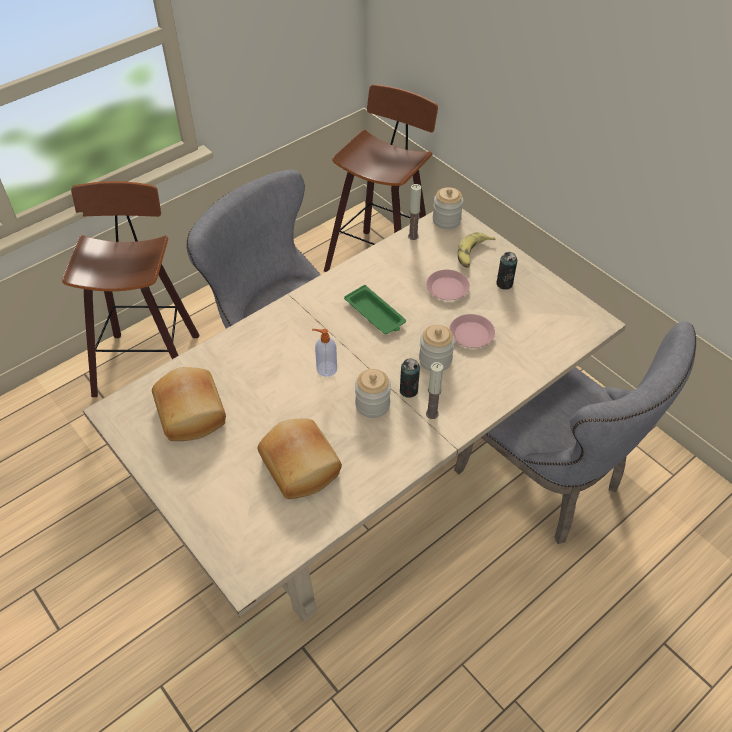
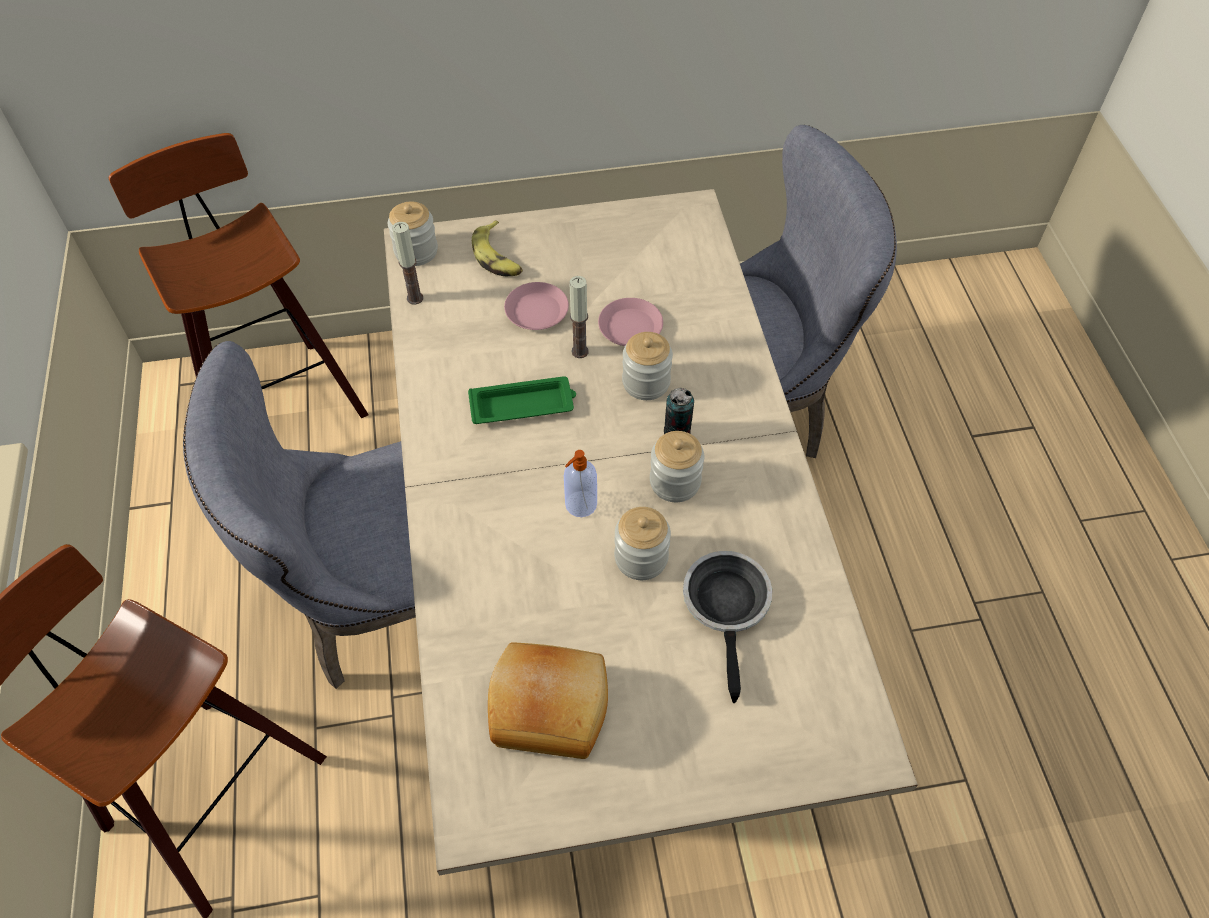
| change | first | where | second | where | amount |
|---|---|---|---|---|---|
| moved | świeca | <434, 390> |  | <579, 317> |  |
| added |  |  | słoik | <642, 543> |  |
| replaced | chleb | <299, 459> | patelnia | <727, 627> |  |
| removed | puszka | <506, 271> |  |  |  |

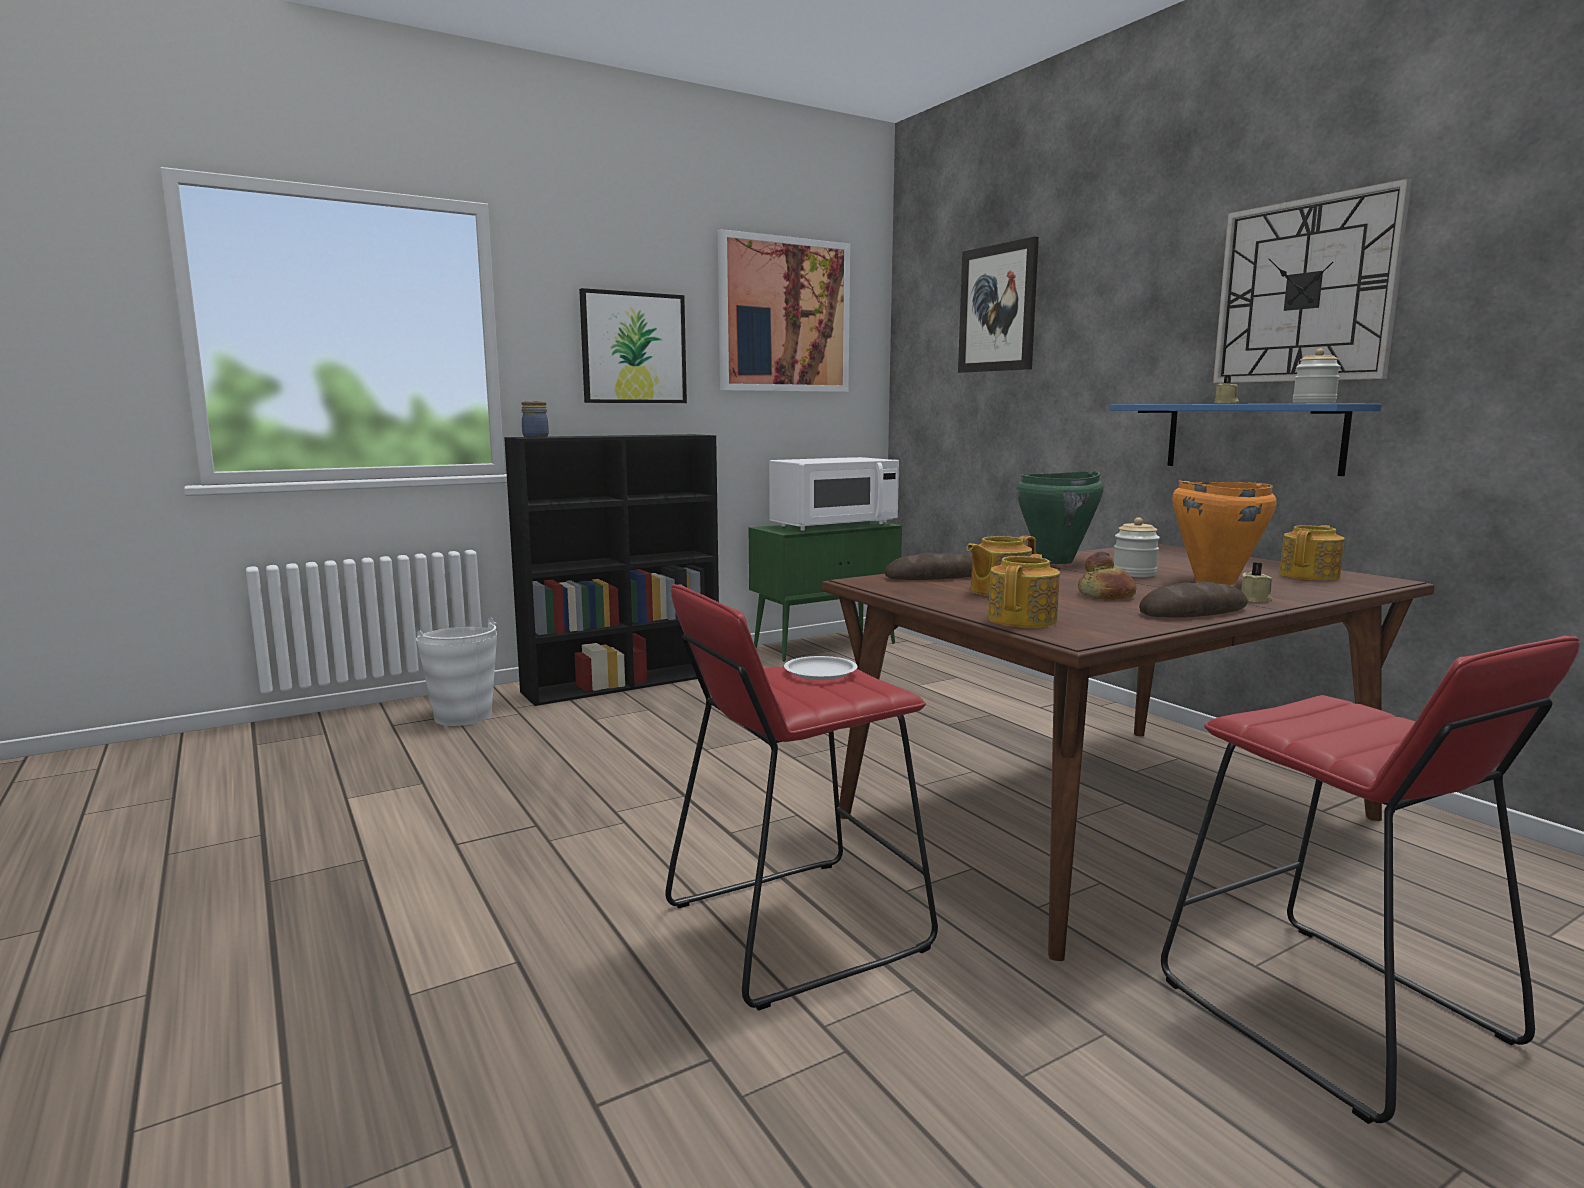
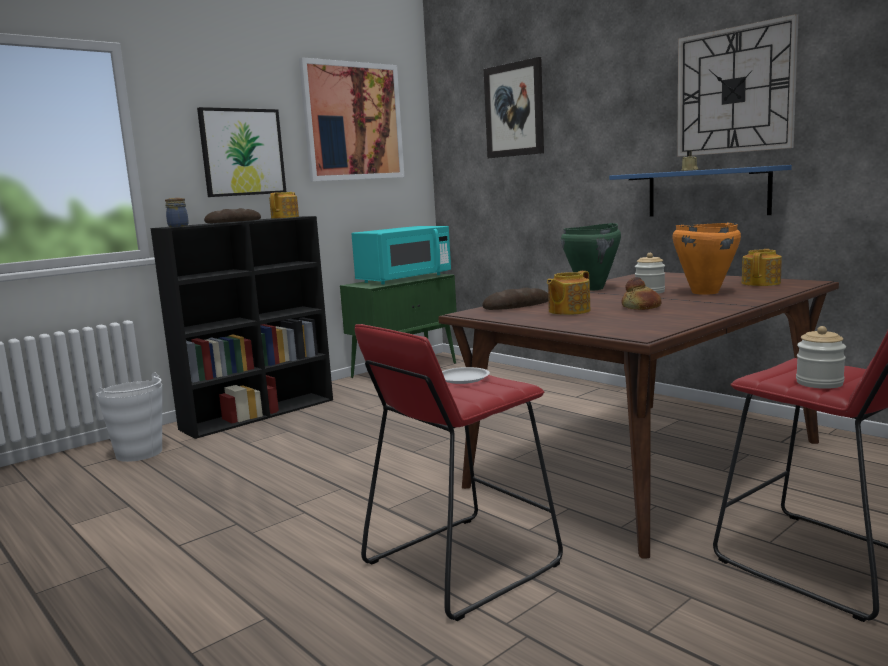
| change | first | where | second | where | amount |
|---|---|---|---|---|---|
| moved | chleb | <1193, 600> |  | <232, 215> |  |
| moved | imbryk | <1024, 591> |  | <284, 205> |  |
| recoloured | mikrofalówka [biały] | <834, 494> | mikrofalówka [turkusowy] | <401, 255> |  |
| moved | słoik | <1317, 376> |  | <821, 357> |  |
| removed | świeca [beżowy] | <1257, 582> |  |  |  |

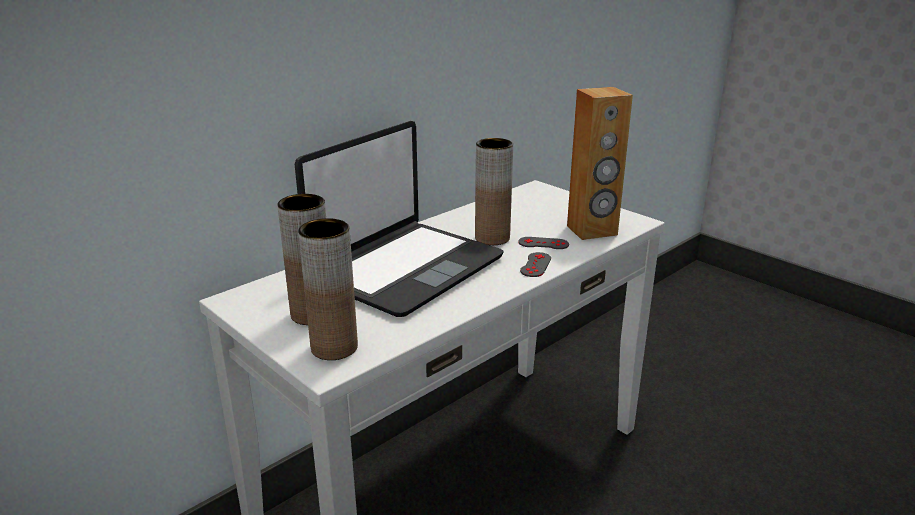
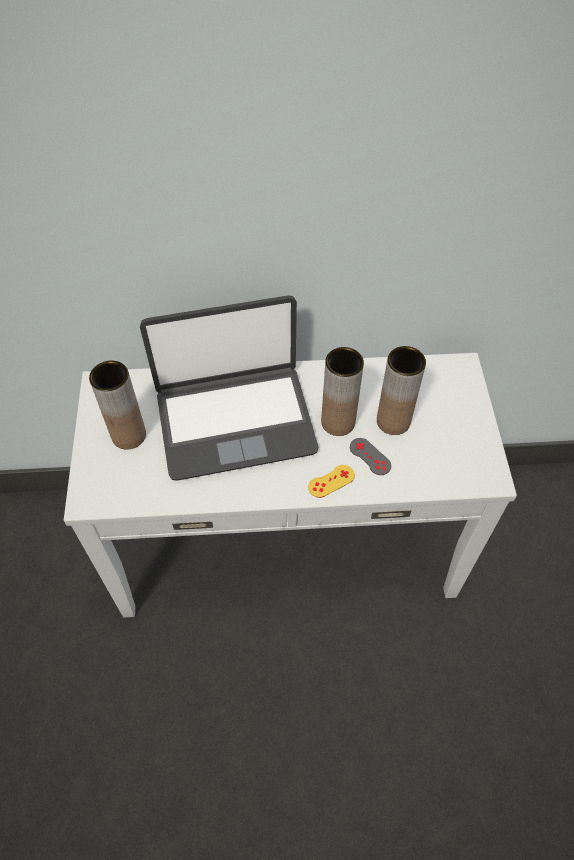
| change | first | where | second | where | amount |
|---|---|---|---|---|---|
| recoloured | pad do gier [szary] | <535, 264> | pad do gier [żółty] | <331, 481> |  |
| moved | wazon [brązowy] | <328, 289> |  | <401, 390> |  |
| removed | głośnik [brązowy] | <600, 163> |  |  |  |

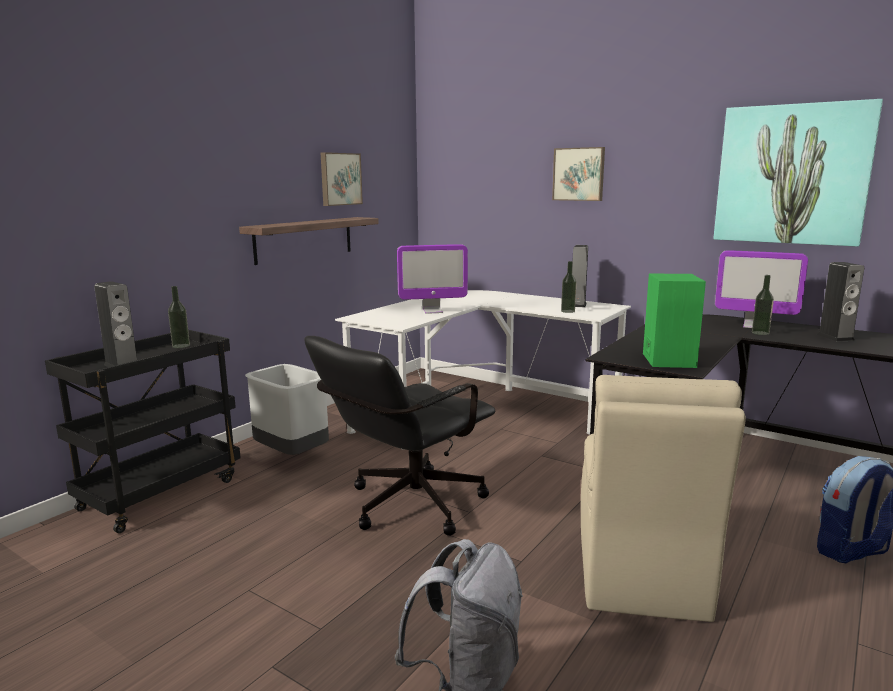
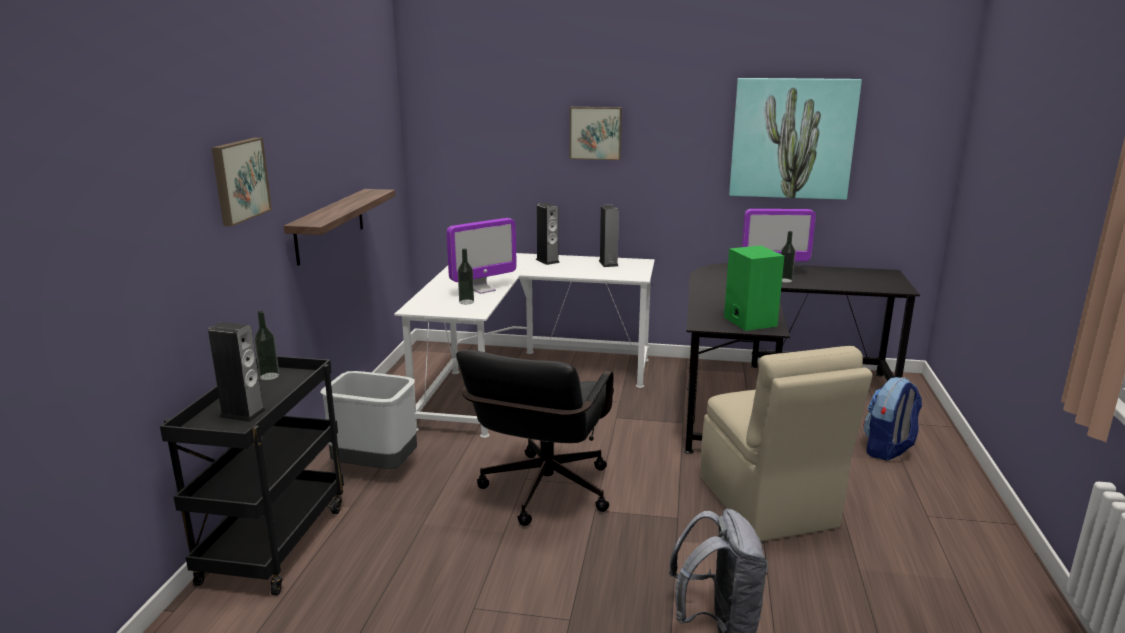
| change | first | where | second | where | amount |
|---|---|---|---|---|---|
| moved | obraz | <342, 179> |  | <242, 182> |  |
| moved | butelka | <568, 287> |  | <466, 276> |  |
| moved | głośnik | <840, 302> |  | <548, 234> |  |

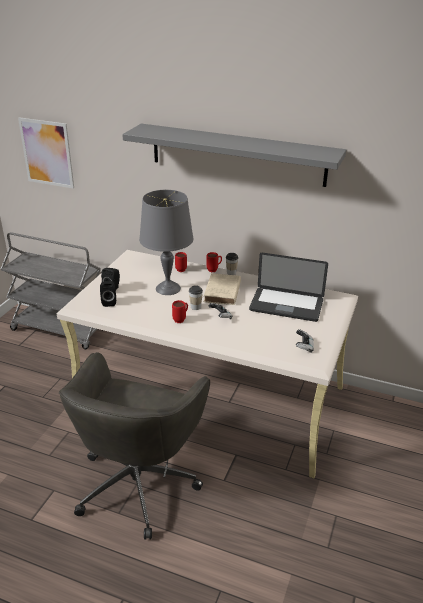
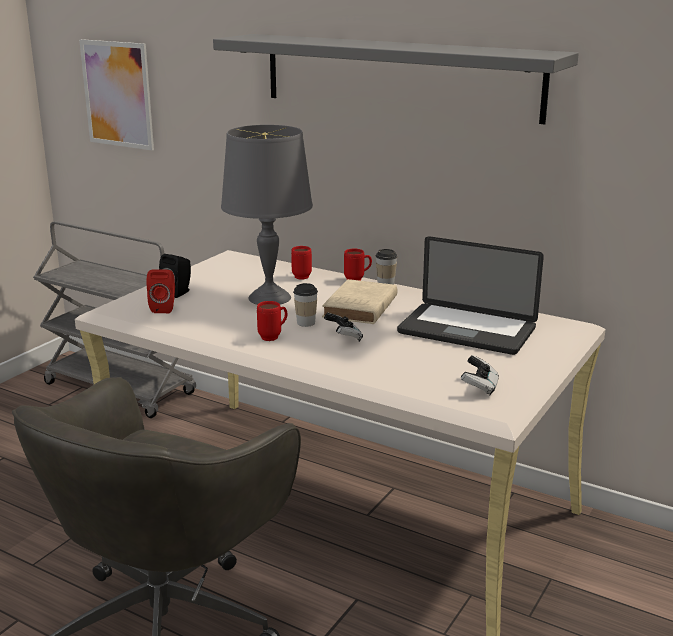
| change | first | where | second | where | amount |
|---|---|---|---|---|---|
| recoloured | głośnik [czarny] | <108, 294> | głośnik [czerwony] | <161, 291> |  |

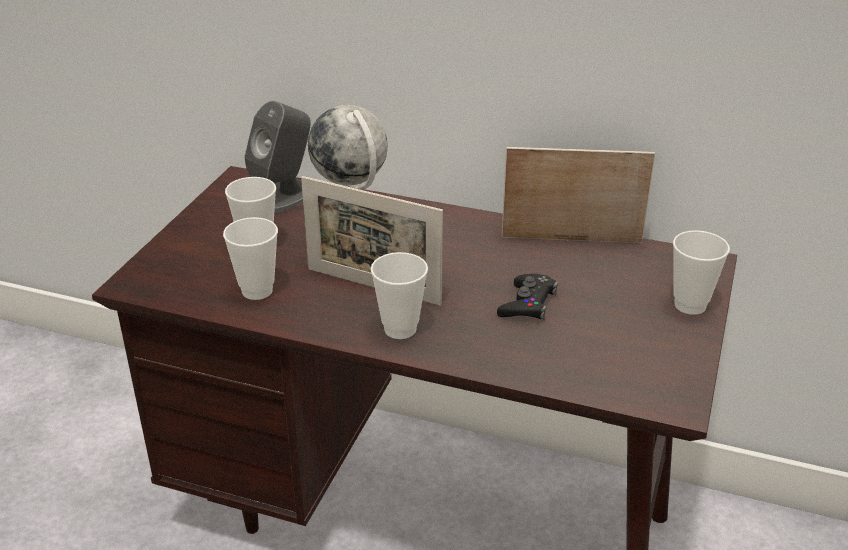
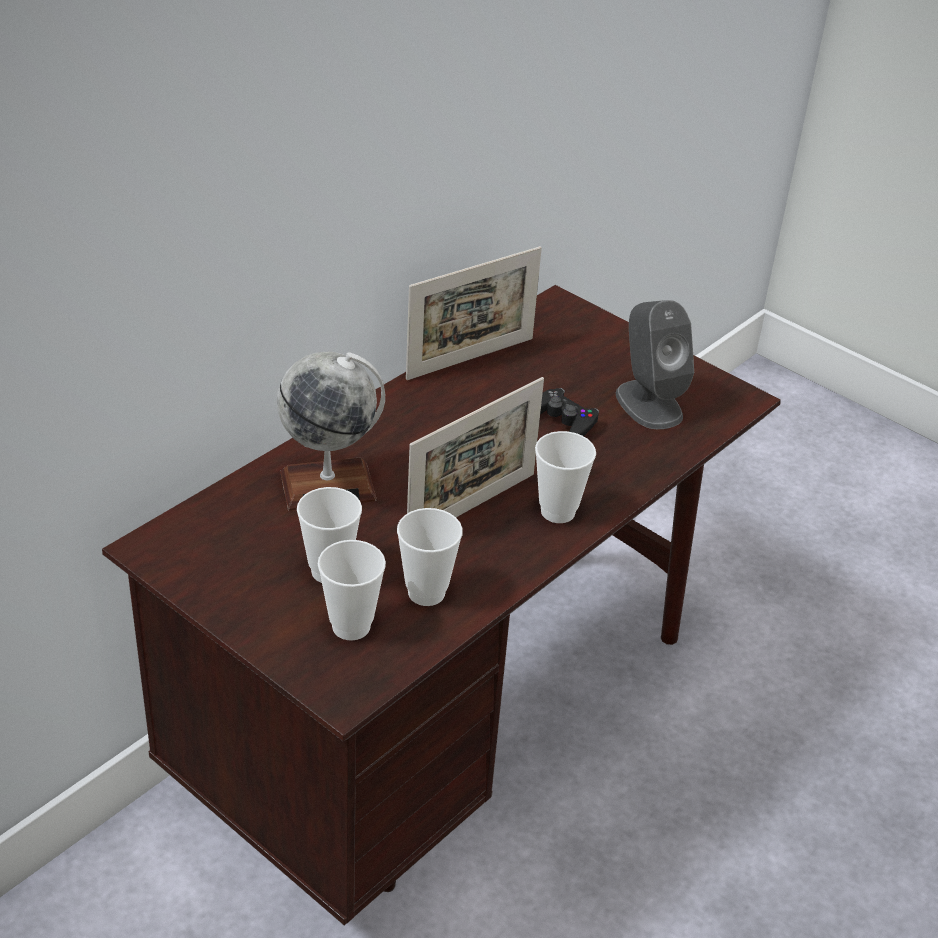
| change | first | where | second | where | amount |
|---|---|---|---|---|---|
| moved | filiżanka | <701, 272> |  | <352, 590> |  |
| turned | ramka na zdjęcie | <578, 195> |  | <474, 313> | 150 degrees counterclockwise |
| moved | głośnik [szary] | <277, 157> |  | <654, 364> |  |

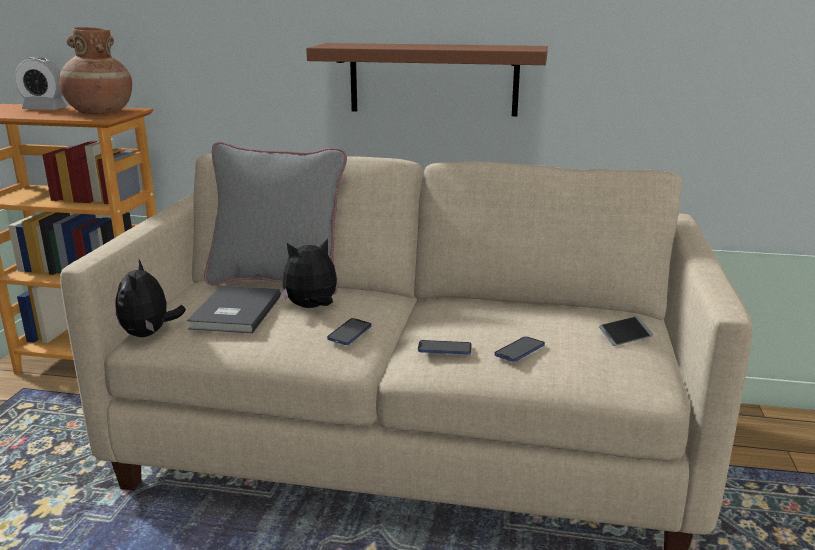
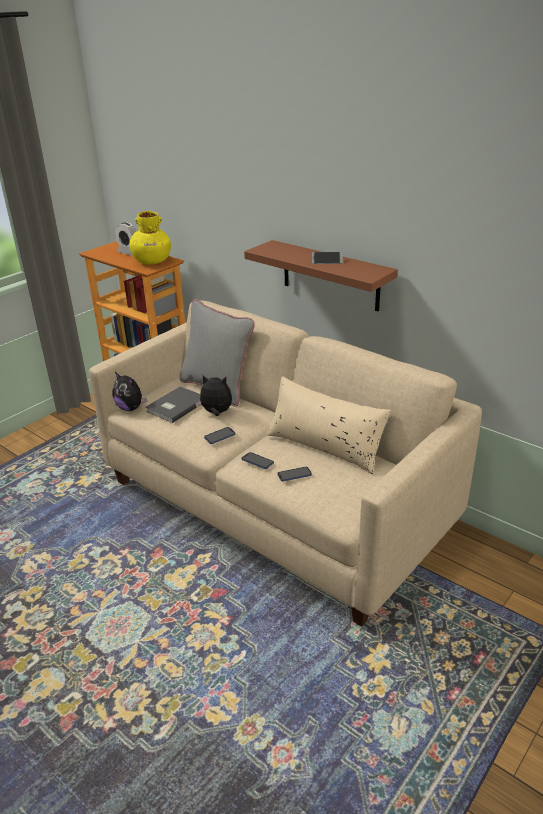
| change | first | where | second | where | amount |
|---|---|---|---|---|---|
| turned | pluszak | <151, 298> |  | <130, 391> | 75 degrees counterclockwise |
| recoloured | wazon [brązowy] | <95, 70> | wazon [żółty] | <150, 238> |  |
| added |  |  | poduszka [beżowy] | <328, 425> |  |
| moved | telefon | <626, 331> |  | <327, 258> |  |

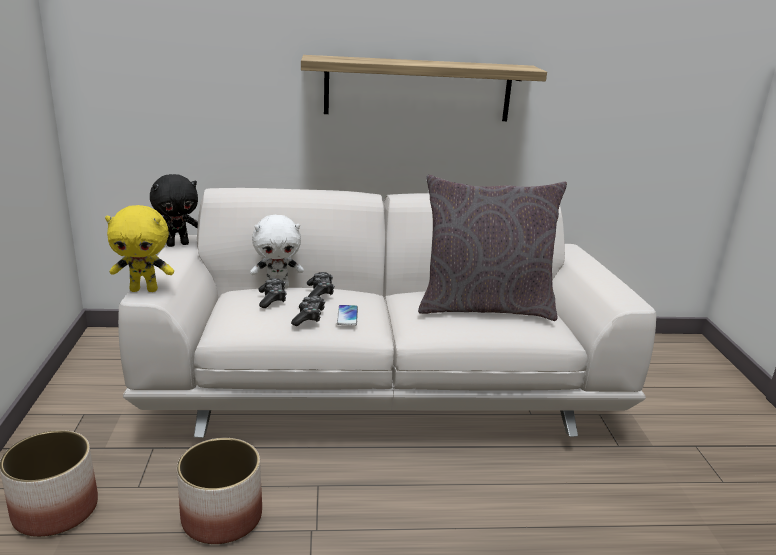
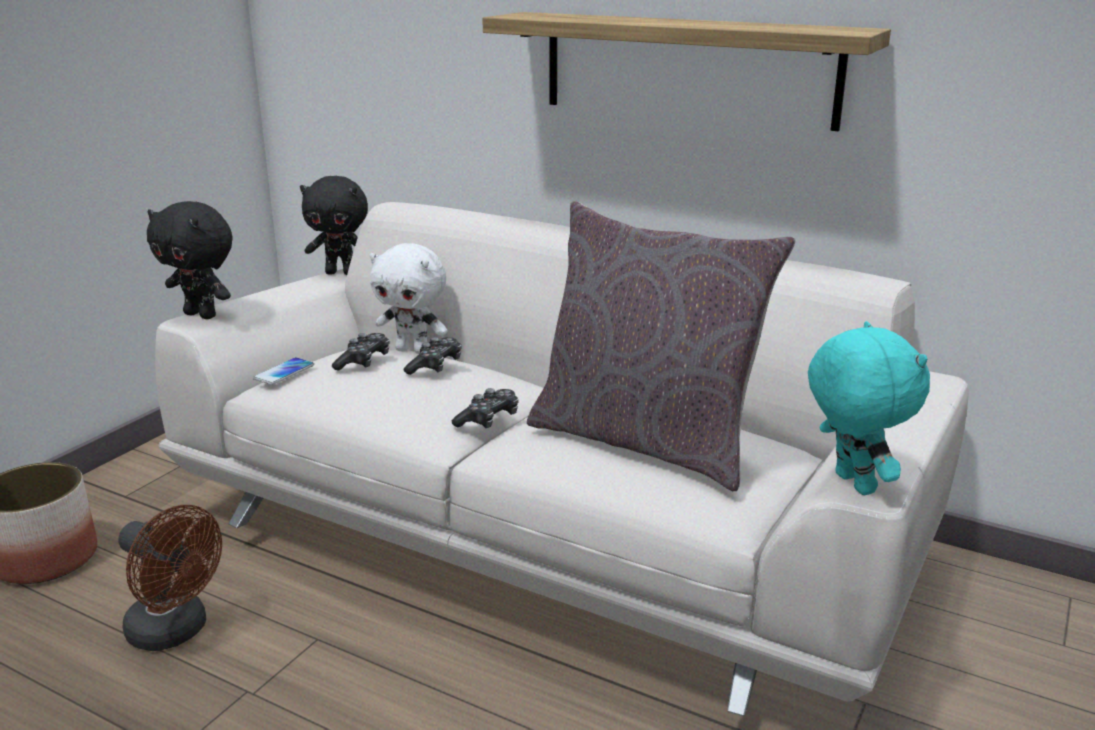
| change | first | where | second | where | amount |
|---|---|---|---|---|---|
| replaced | donica | <219, 491> | wentylator [brązowy] | <170, 578> |  |
| recoloured | pluszak [żółty] | <139, 248> | pluszak [czarny] | <189, 260> |  |
| moved | telefon | <347, 315> |  | <283, 371> |  |
| moved | pad do gier | <308, 310> |  | <485, 408> |  |
| added |  |  | pluszak [turkusowy] | <869, 408> |  |

